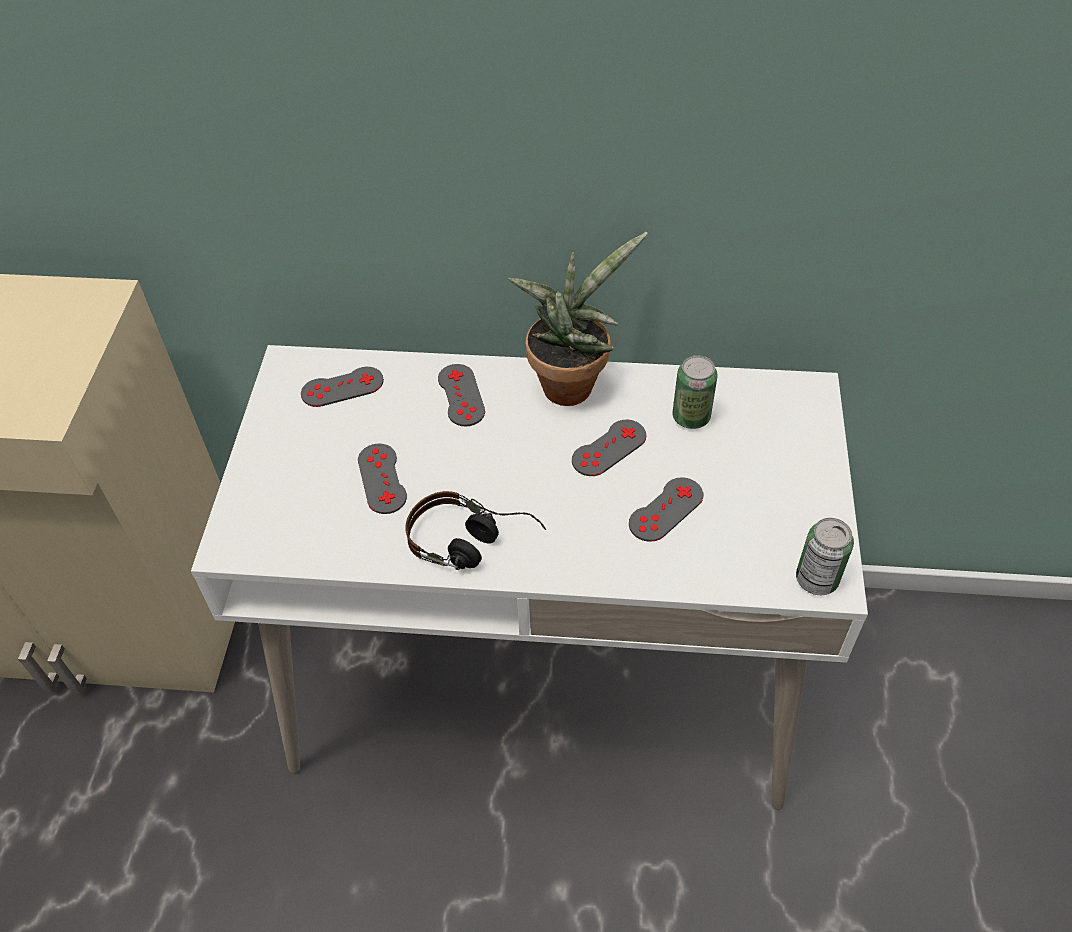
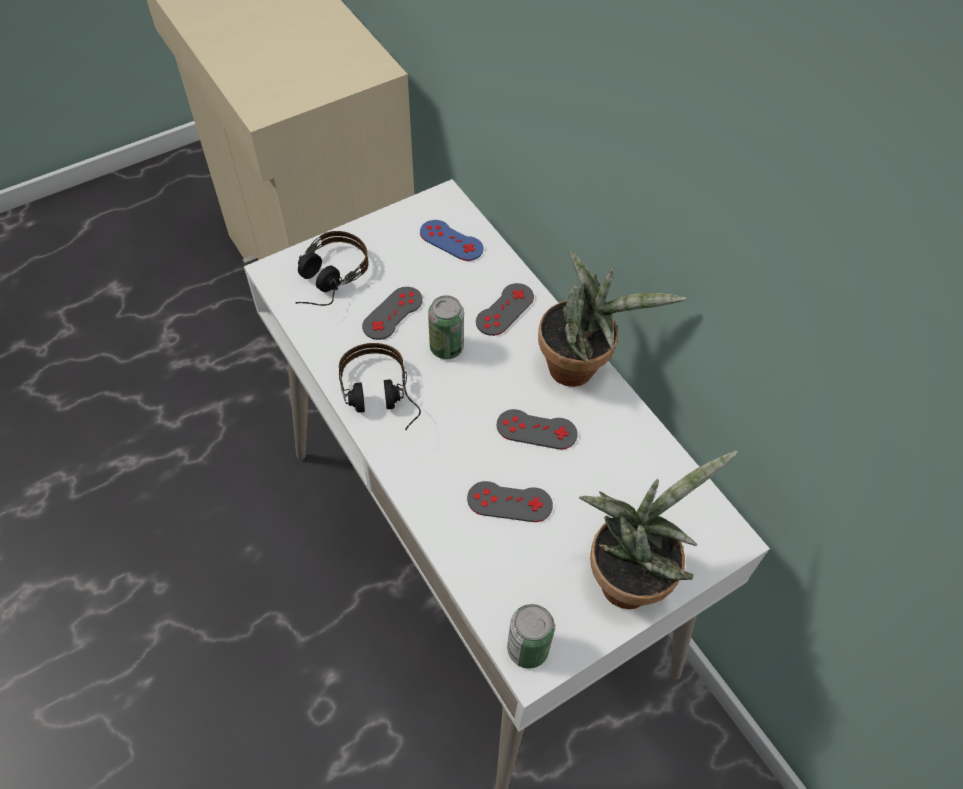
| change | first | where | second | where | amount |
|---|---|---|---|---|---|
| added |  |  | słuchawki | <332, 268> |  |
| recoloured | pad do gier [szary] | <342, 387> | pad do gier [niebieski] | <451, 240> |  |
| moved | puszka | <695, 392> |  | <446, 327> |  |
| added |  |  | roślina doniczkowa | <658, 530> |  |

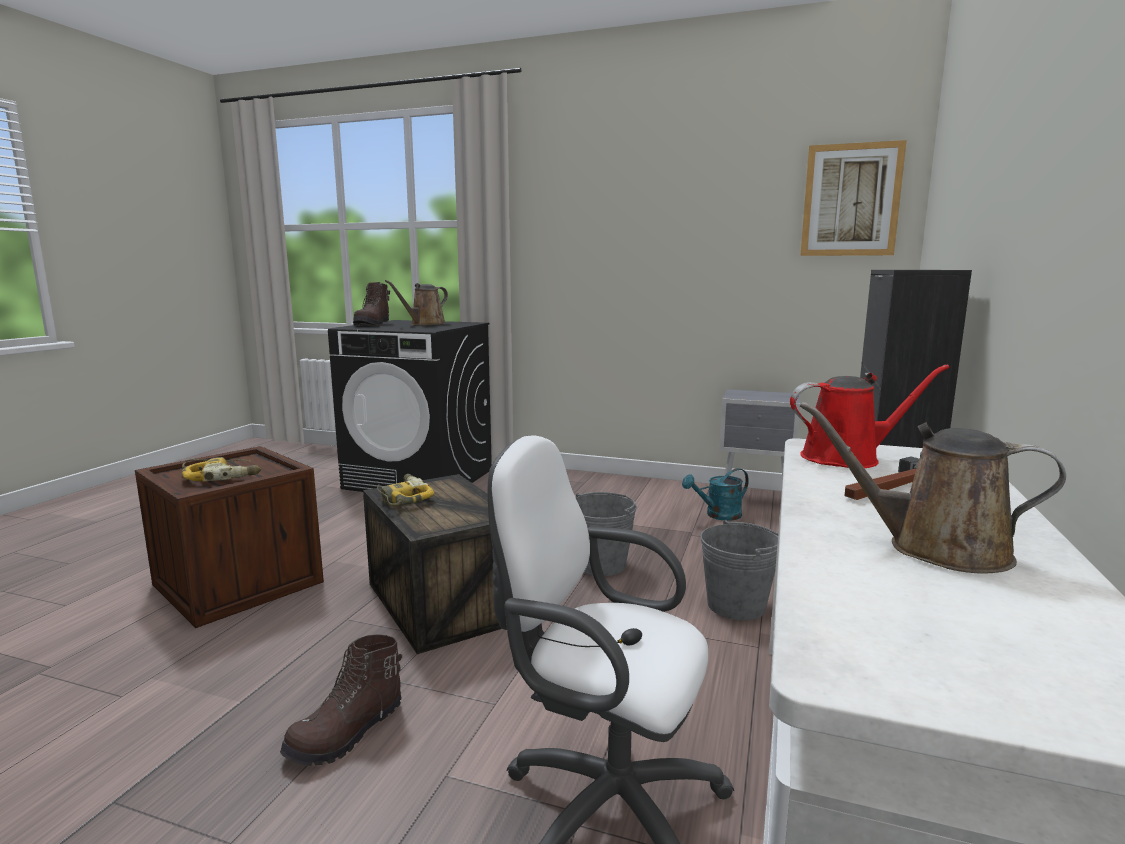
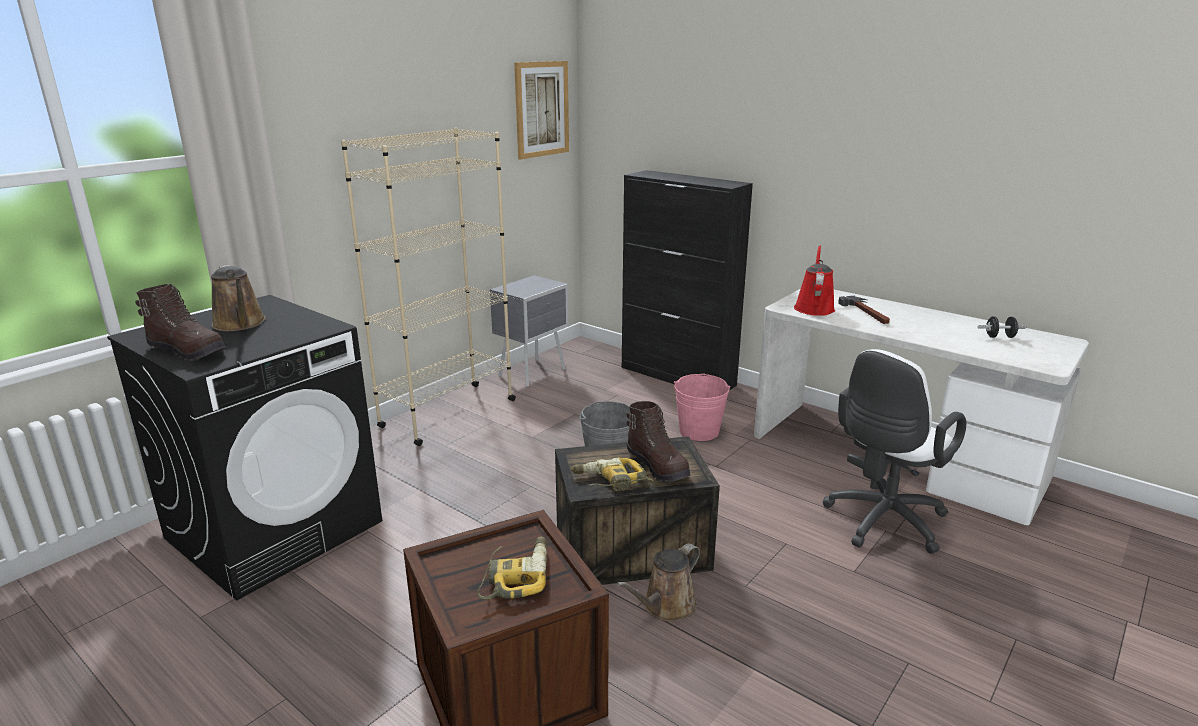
| change | first | where | second | where | amount |
|---|---|---|---|---|---|
| added |  |  | regał [beżowy] | <428, 287> |  |
| moved | konewka [brązowy] | <933, 488> |  | <658, 582> |  |
| moved | but z cholewką [brązowy] | <341, 700> |  | <658, 442> |  |
| recoloured | wiadro [szary] | <739, 570> | wiadro [różowy] | <702, 407> |  |
| added |  |  | hantel [czarny] | <1002, 327> |  |
| removed | konewka [turkusowy] | <715, 494> |  |  |  |

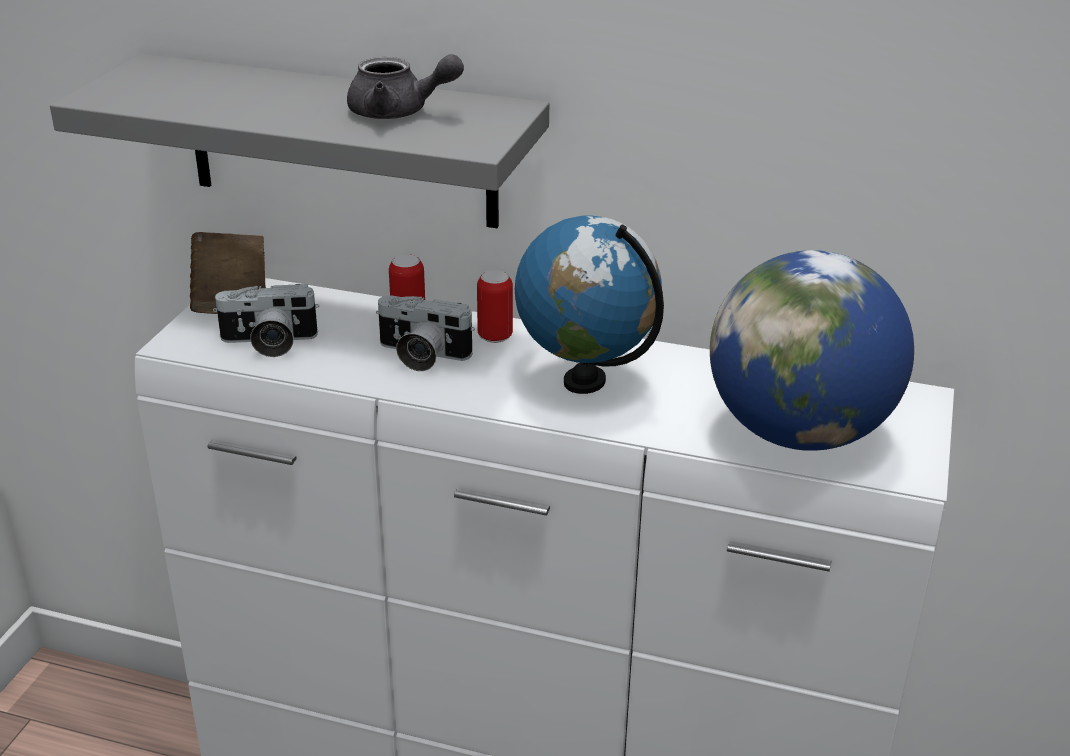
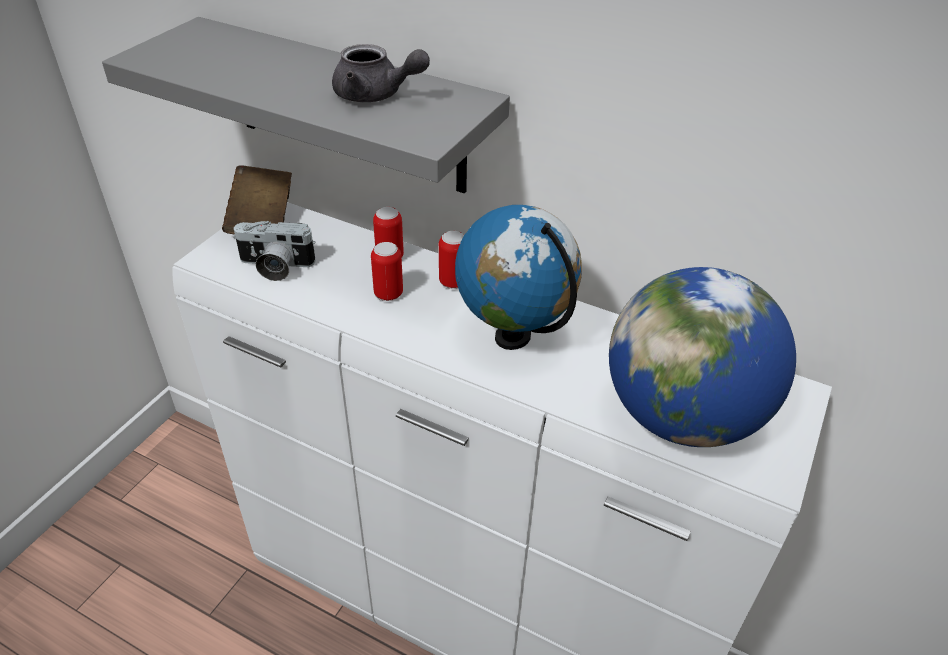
| change | first | where | second | where | amount |
|---|---|---|---|---|---|
| replaced | aparat fotograficzny | <425, 333> | puszka | <387, 271> |  |

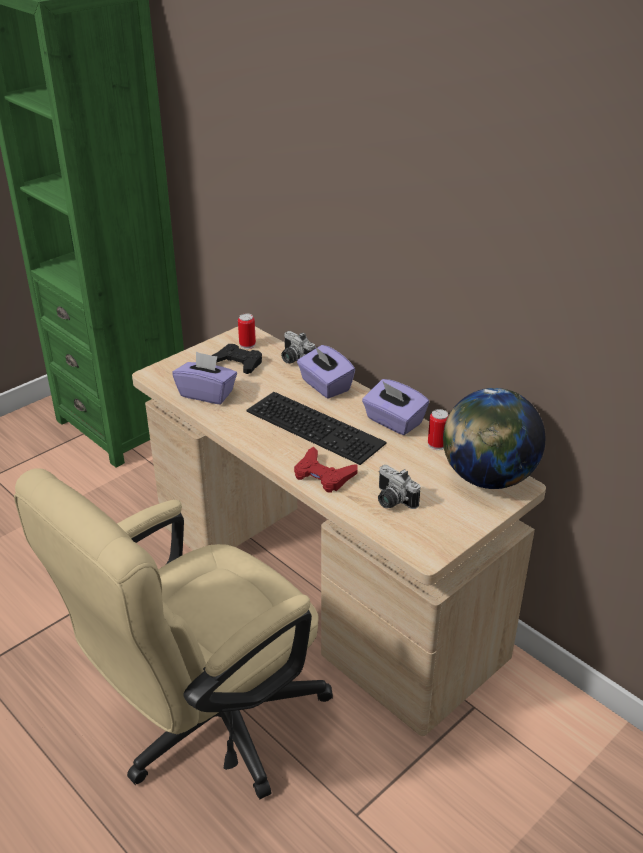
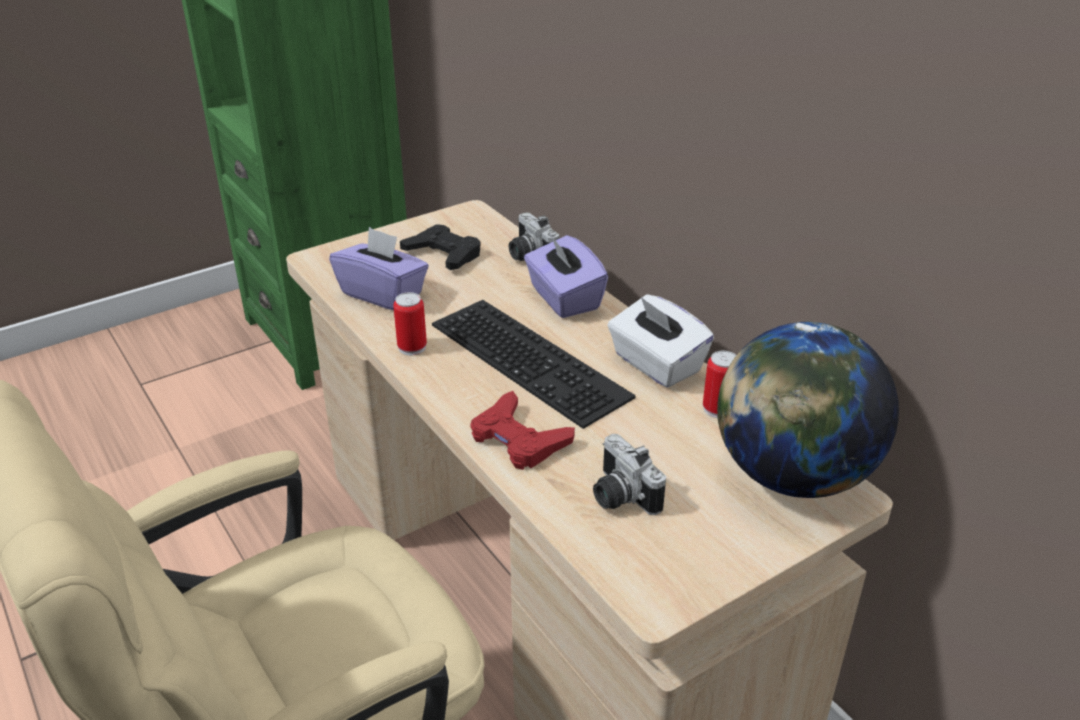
| change | first | where | second | where | amount |
|---|---|---|---|---|---|
| moved | puszka | <247, 331> |  | <410, 323> |  |
| recoloured | pudełko chusteczek [fioletowy] | <395, 407> | pudełko chusteczek [biały] | <660, 341> |  |

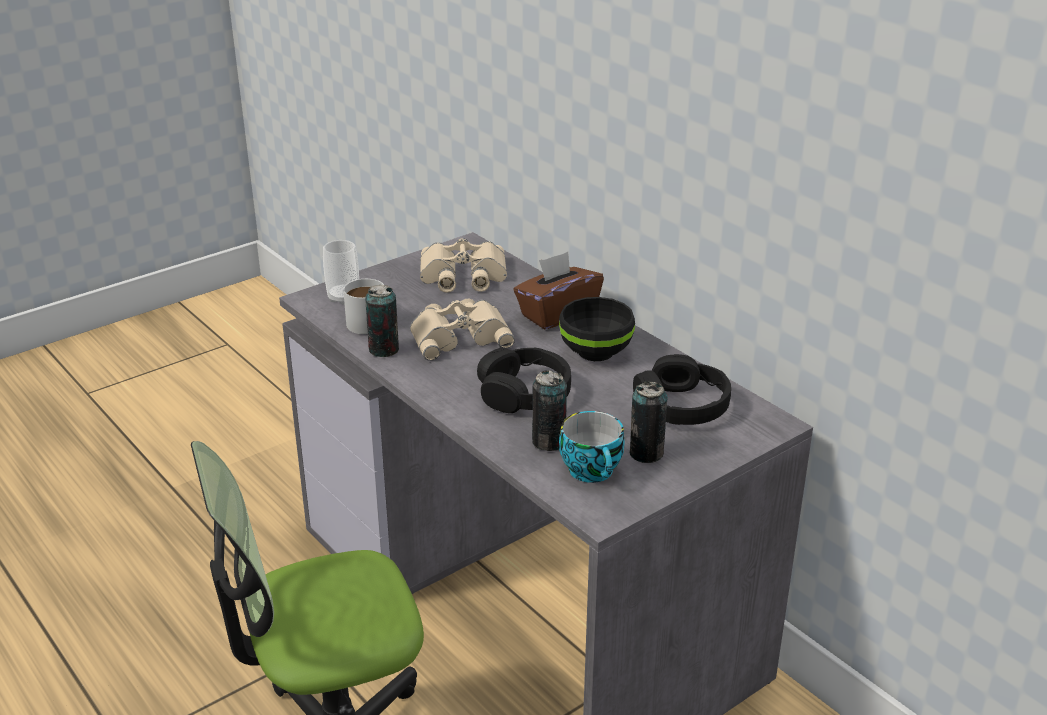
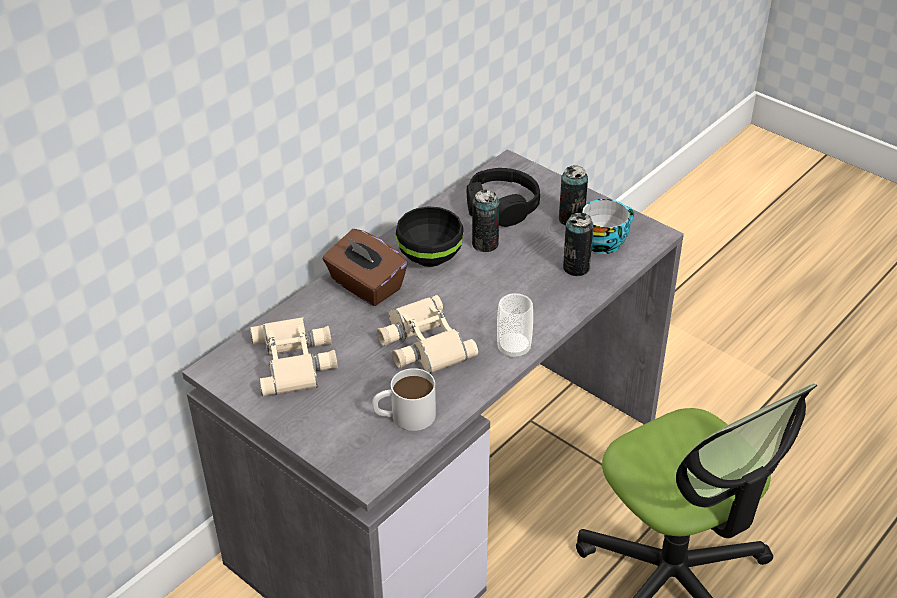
| change | first | where | second | where | amount |
|---|---|---|---|---|---|
| moved | puszka | <382, 321> |  | <486, 220> |  |
| moved | filiżanka | <341, 272> |  | <515, 326> |  |
| removed | słuchawki [czarny] | <524, 380> |  |  |  |

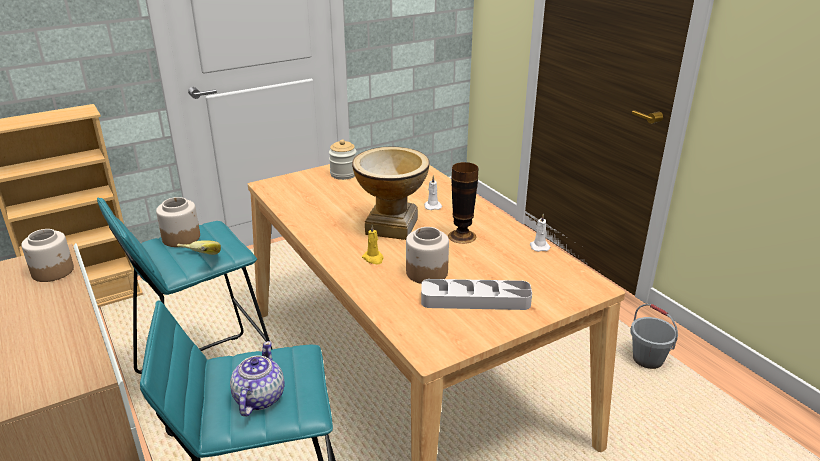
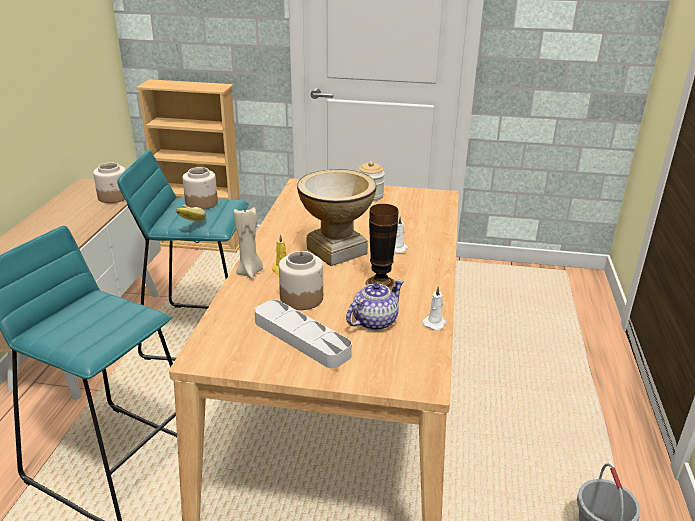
| change | first | where | second | where | amount |
|---|---|---|---|---|---|
| added |  |  | świeca [beżowy] | <248, 243> |  |
| moved | imbryk | <257, 379> |  | <375, 305> |  |

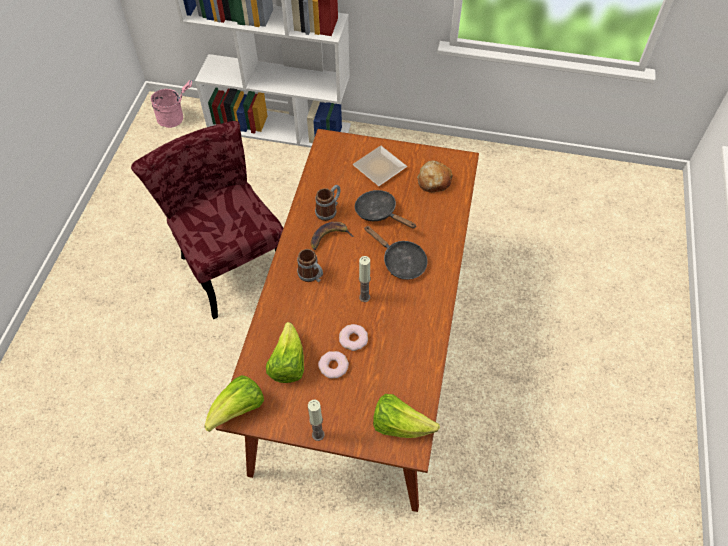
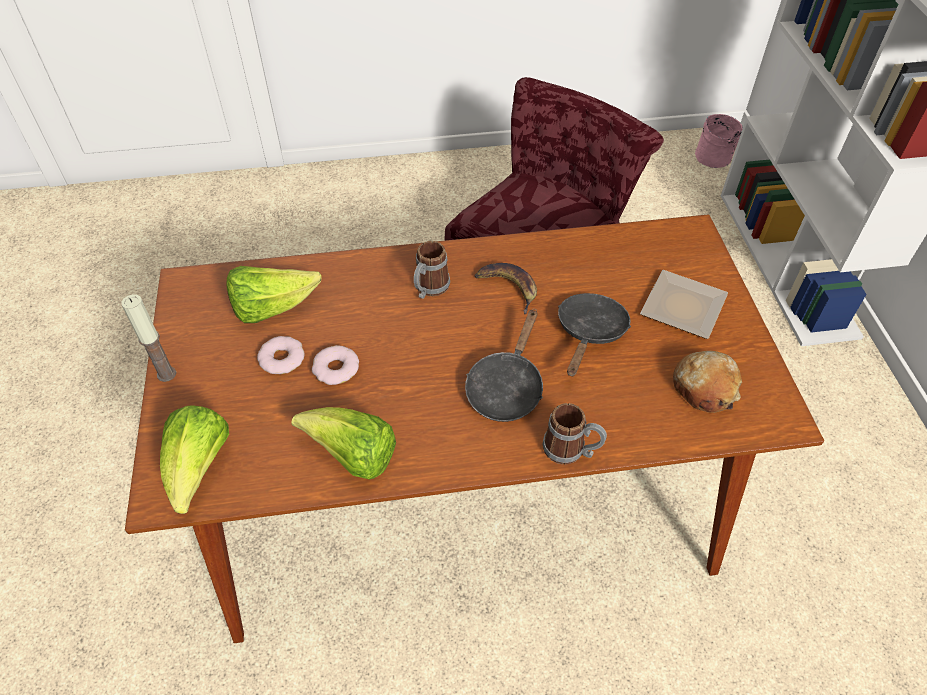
| change | first | where | second | where | amount |
|---|---|---|---|---|---|
| moved | sałata | <234, 403> |  | <343, 443> |  |
| moved | kubek | <328, 203> |  | <575, 434> |  |
| removed | świeca | <365, 279> |  |  |  |

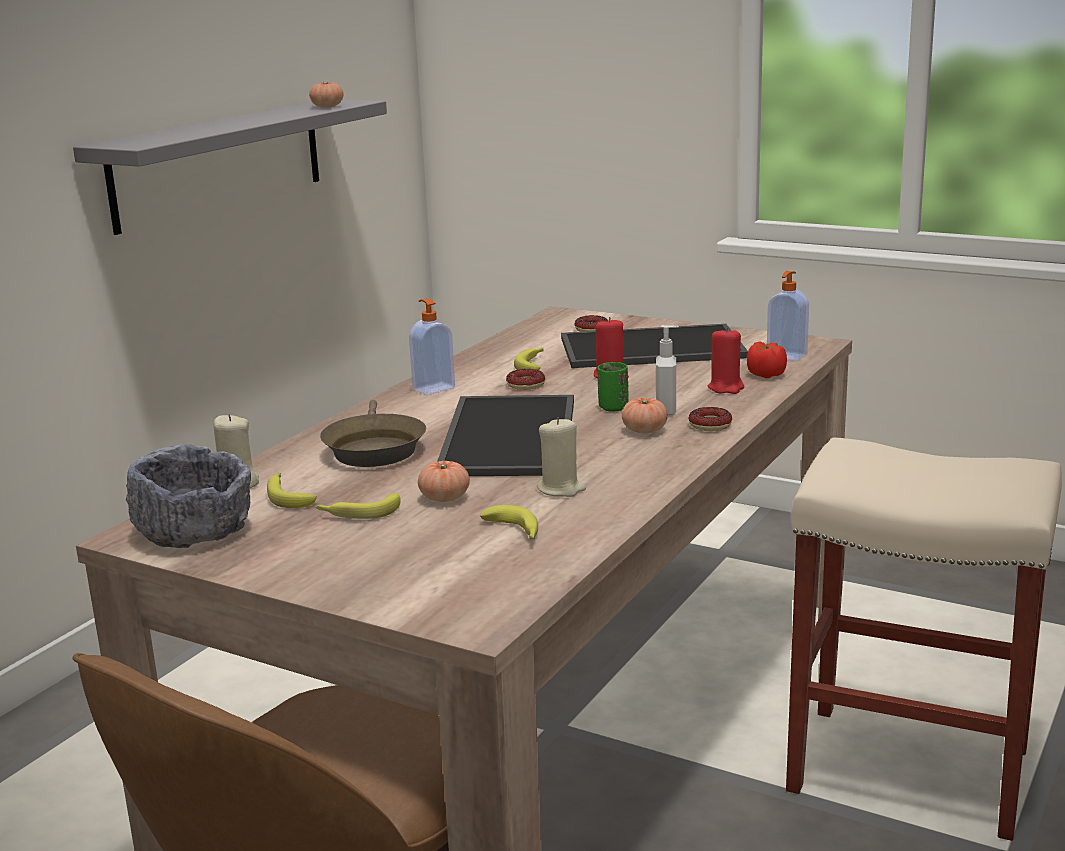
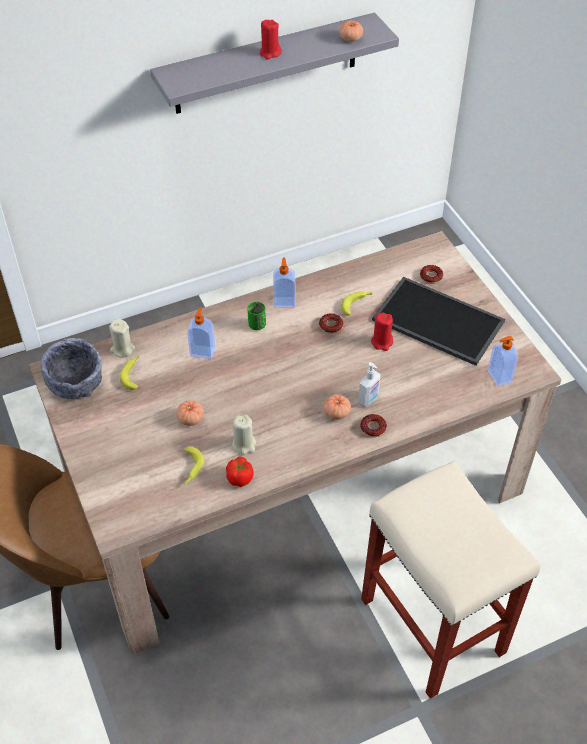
| change | first | where | second | where | amount |
|---|---|---|---|---|---|
| replaced | patelnia [brązowy] | <373, 433> | dozownik mydła | <201, 333> |  |
| moved | pomidor | <767, 359> |  | <240, 472> |  |
| moved | filiżanka [zielony] | <613, 387> |  | <256, 316> |  |
| moved | świeca [czerwony] | <726, 360> |  | <271, 40> |  |
| removed | banan | <358, 506> |  |  |  |
| removed | taca | <505, 435> |  |  |  |

